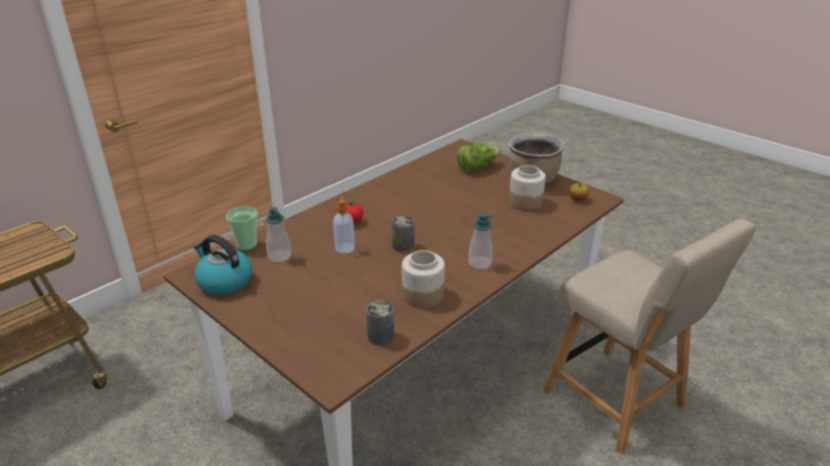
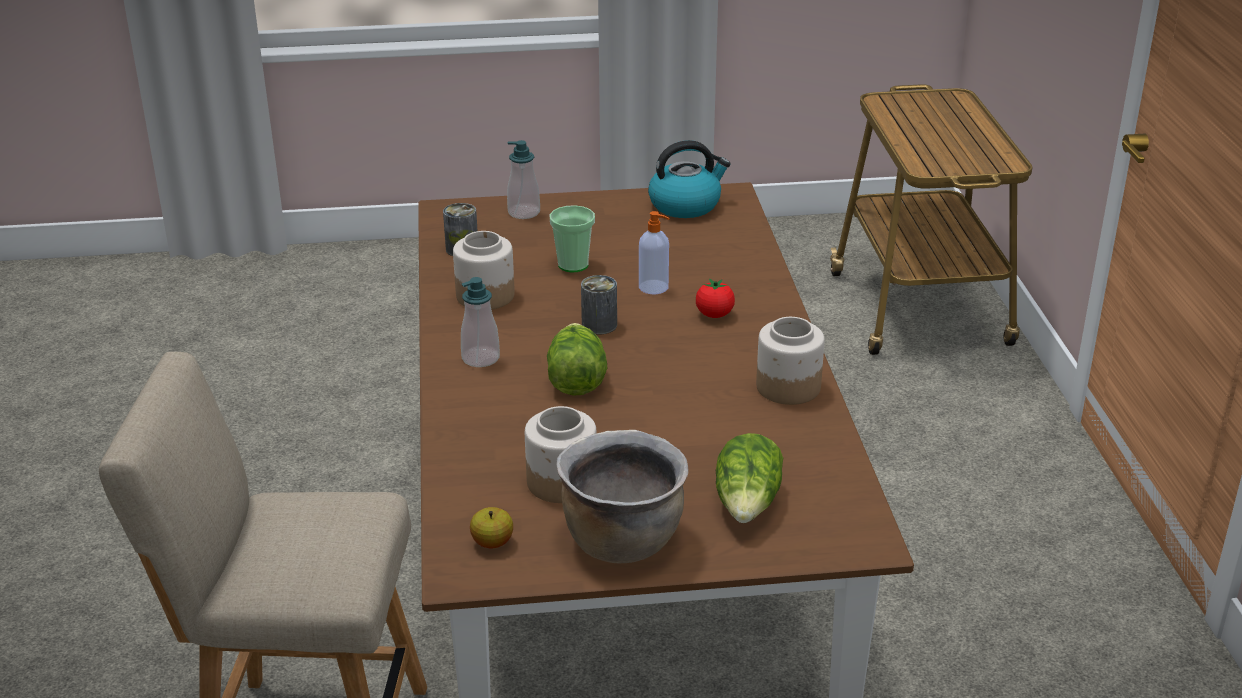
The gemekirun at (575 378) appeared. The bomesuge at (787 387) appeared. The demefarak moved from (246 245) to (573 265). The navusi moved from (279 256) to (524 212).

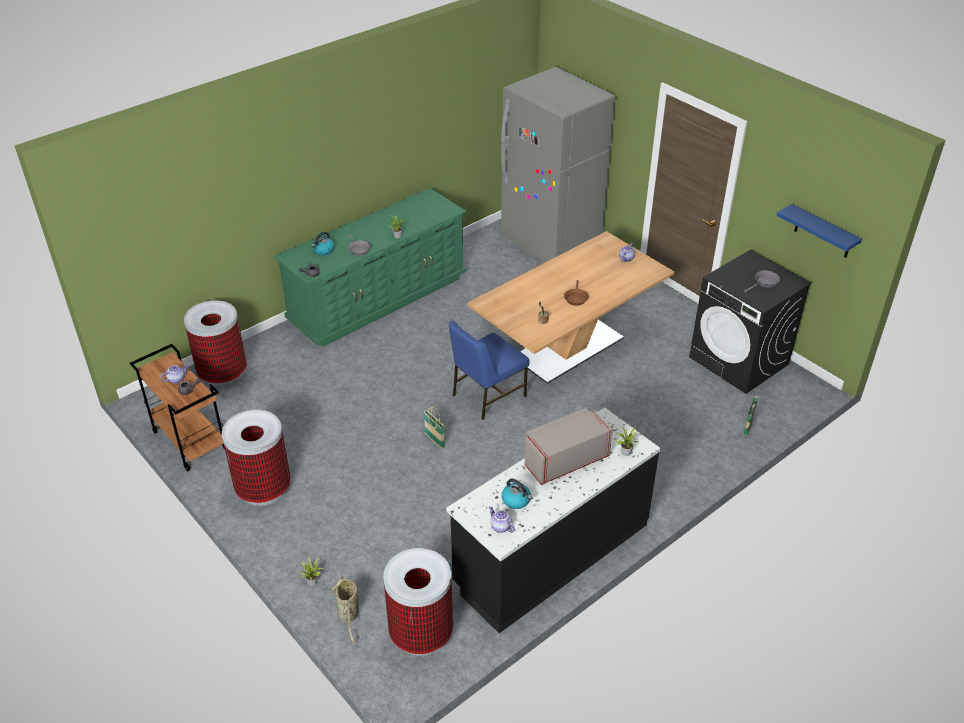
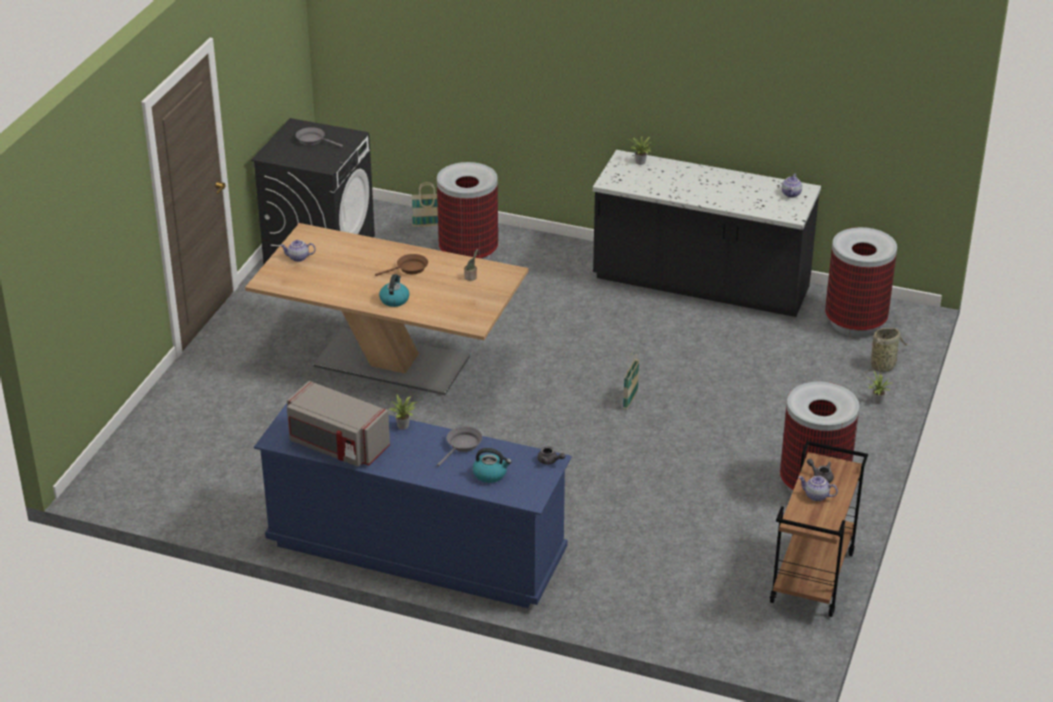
The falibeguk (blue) at (487 395) disappeared. The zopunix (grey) at (550 243) disappeared. The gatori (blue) at (823 232) disappeared. The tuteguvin moved from (223 374) to (468 253). The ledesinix moved from (516 500) to (394 299). The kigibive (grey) moved from (564 459) to (337 445). The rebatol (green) at (378 299) became the rebatol (blue) at (416 549).

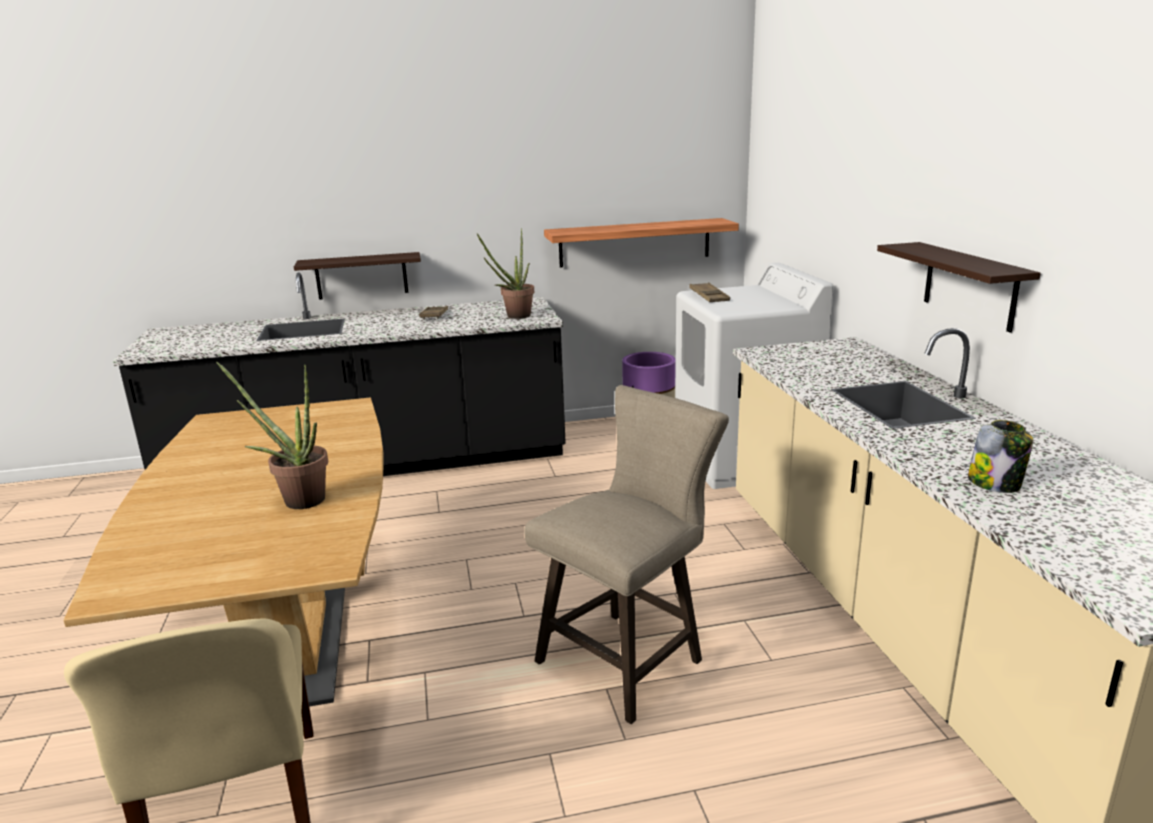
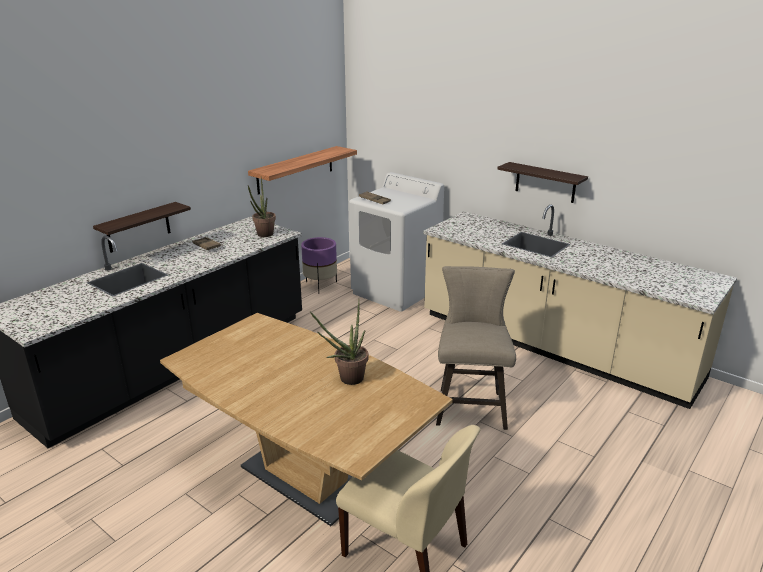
The bomesuge at (995 483) disappeared.

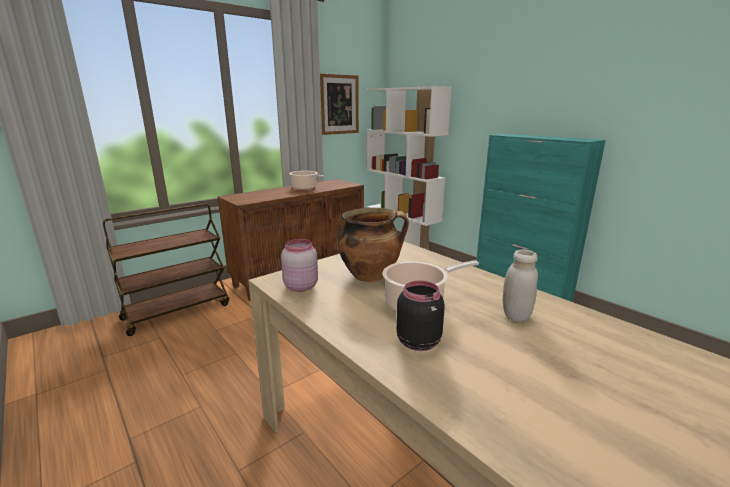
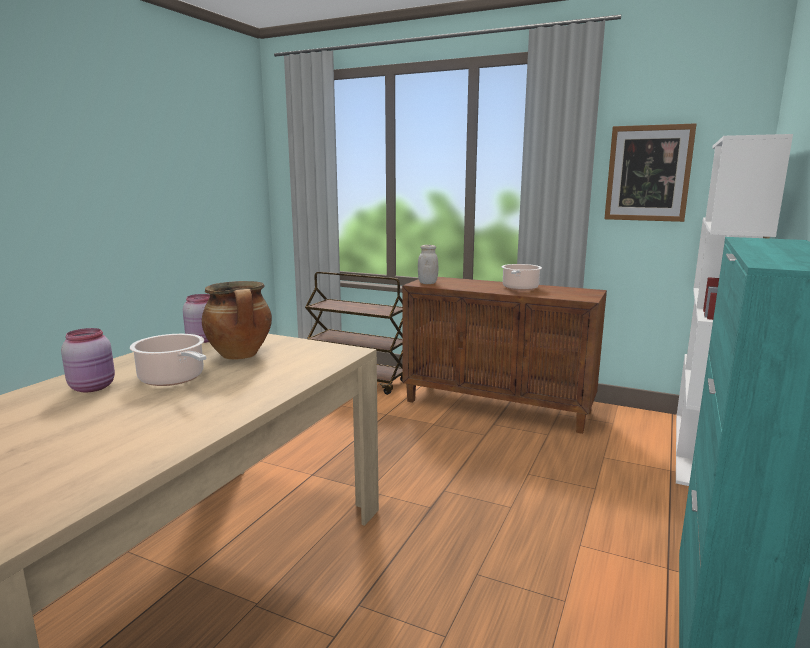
The bomesuge (white) moved from (516 315) to (427 283). The bomesuge (black) at (418 341) became the bomesuge (pink) at (94 387).

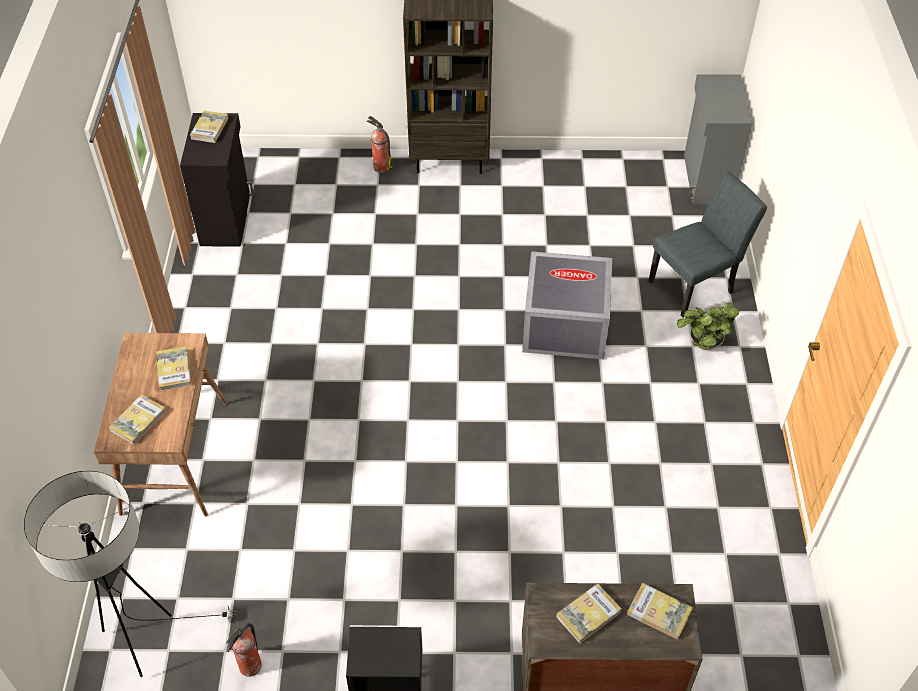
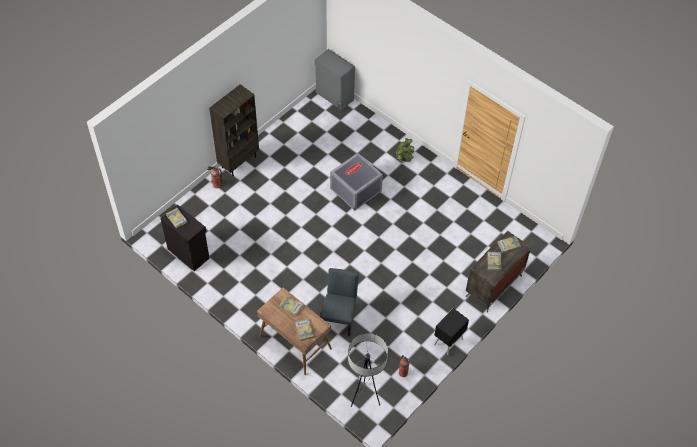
The falibeguk (grey) moved from (696 285) to (339 317).

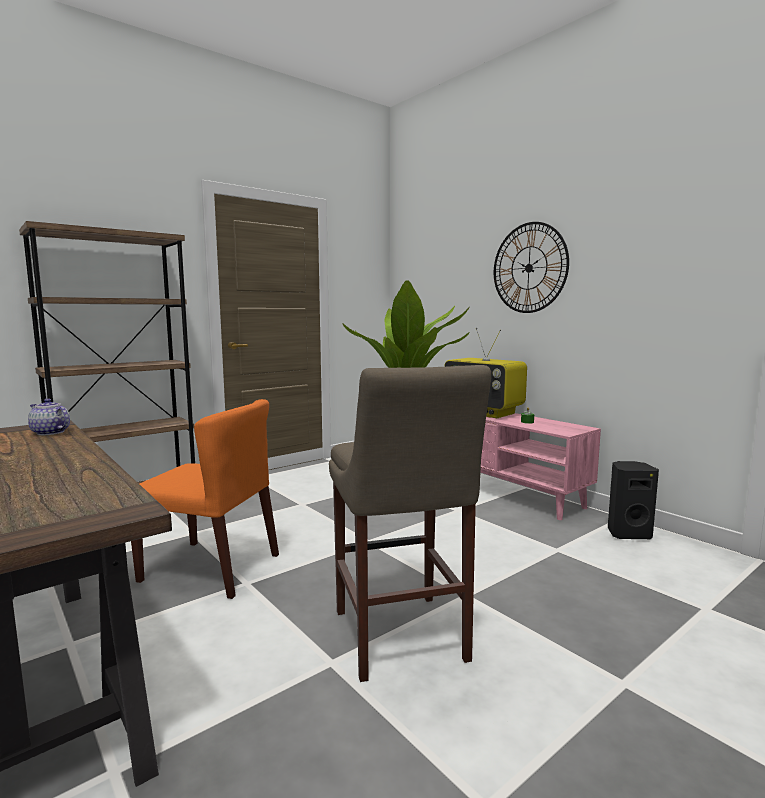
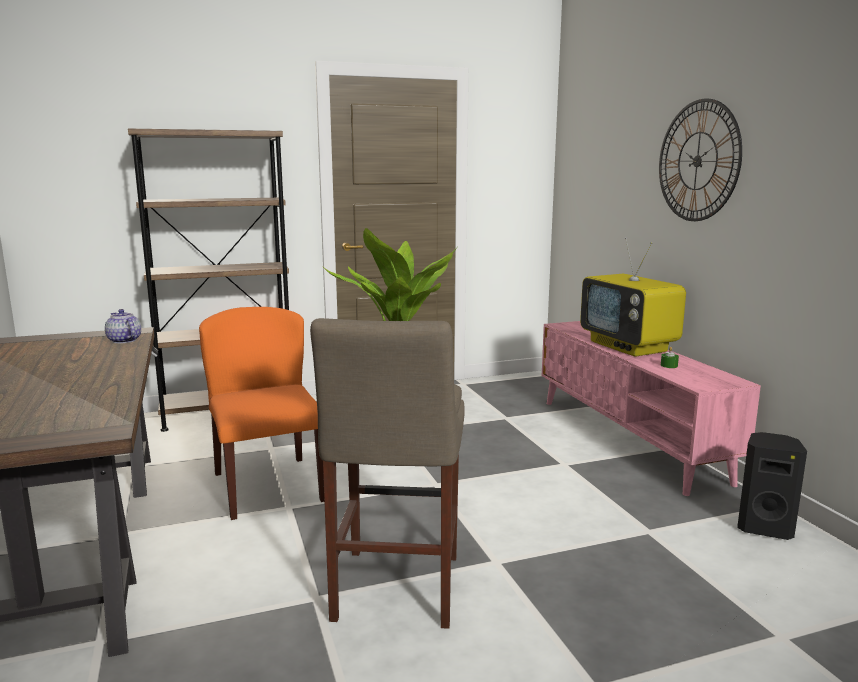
The falibeguk (orange) at (212 567) turned 150 degrees counterclockwise.

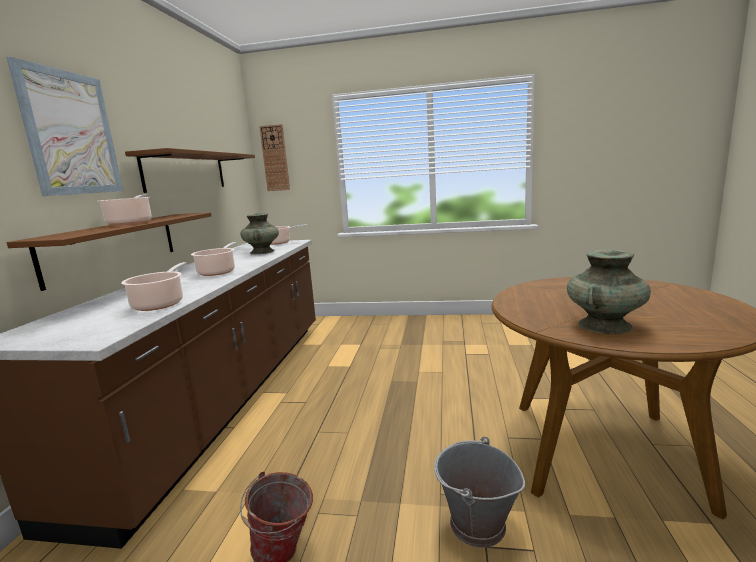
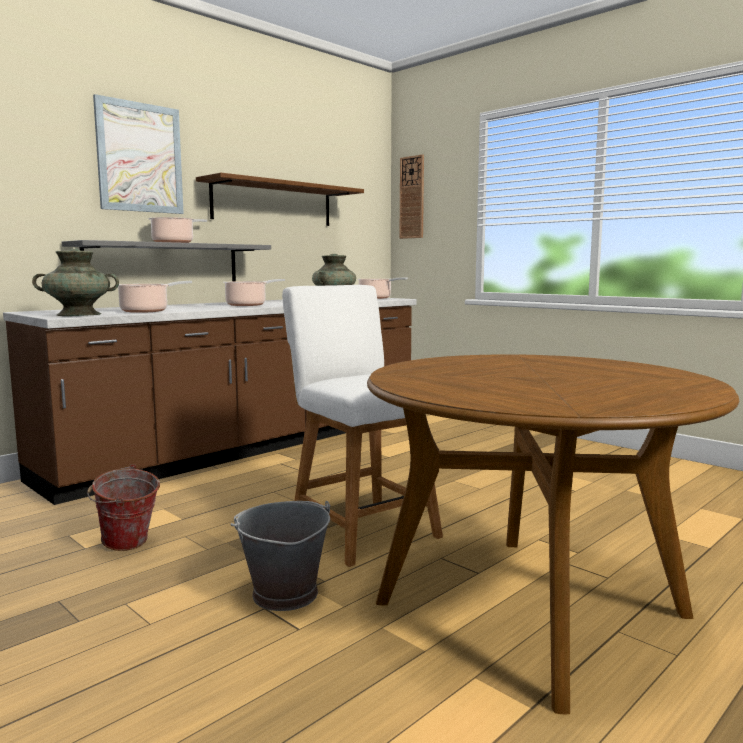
The falibeguk (white) at (360 529) appeared. The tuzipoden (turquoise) moved from (604 325) to (78 314). The gatori (brown) at (114 246) became the gatori (grey) at (164 264).

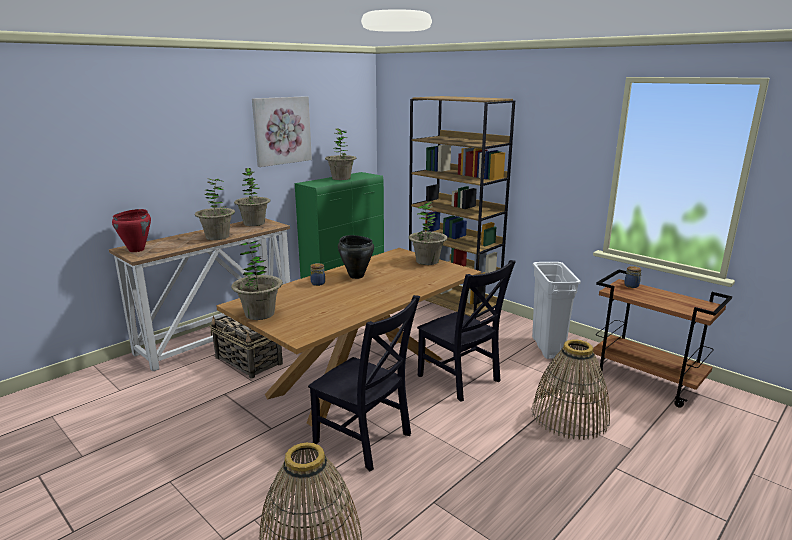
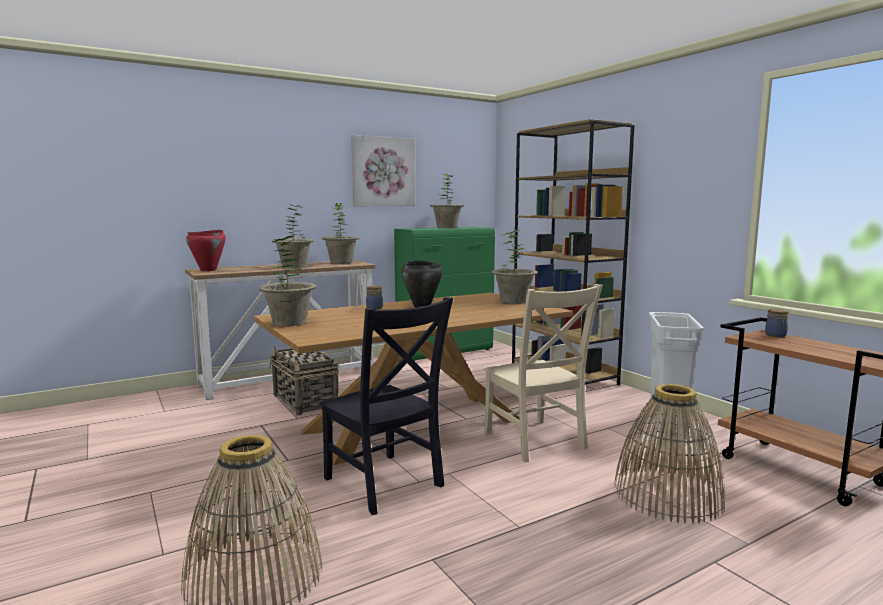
The falibeguk (black) at (460 380) became the falibeguk (beige) at (535 442).

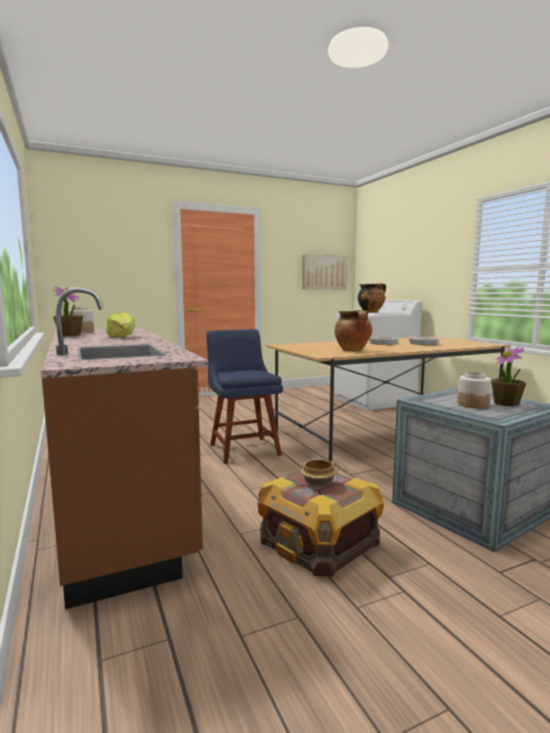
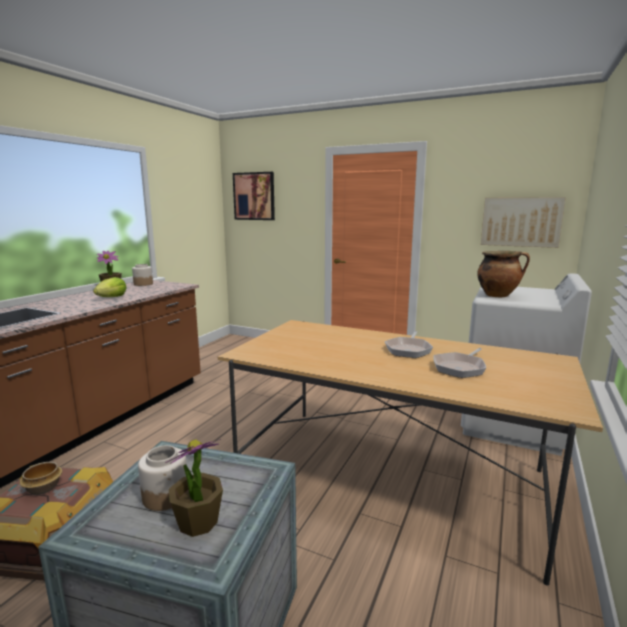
The falibeguk (blue) at (243 448) disappeared. The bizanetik at (353 350) disappeared. The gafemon at (254 196) appeared.

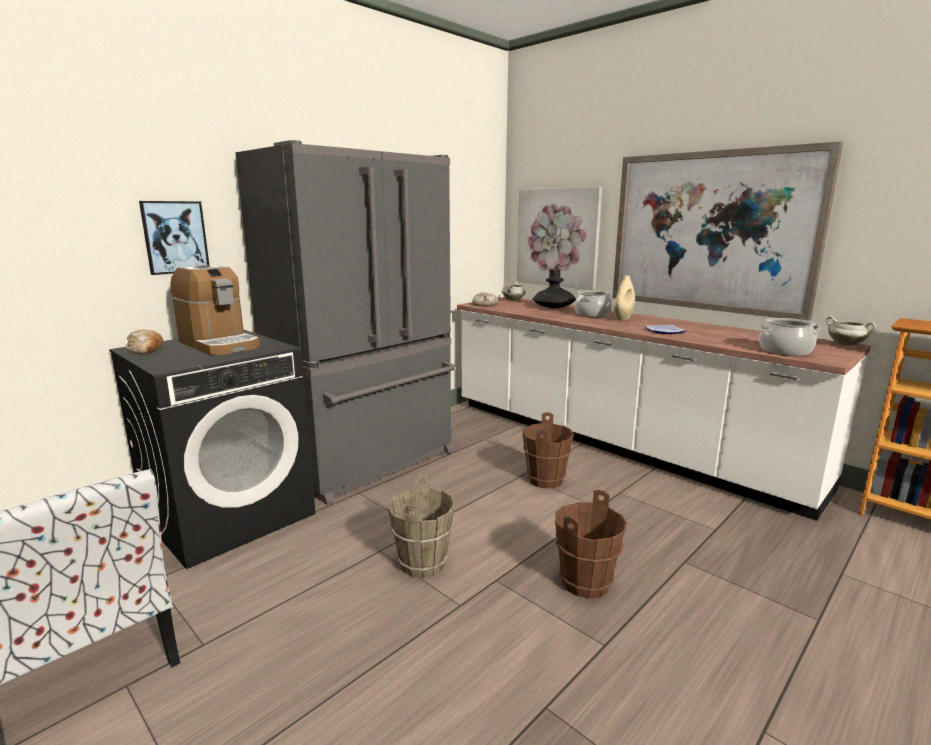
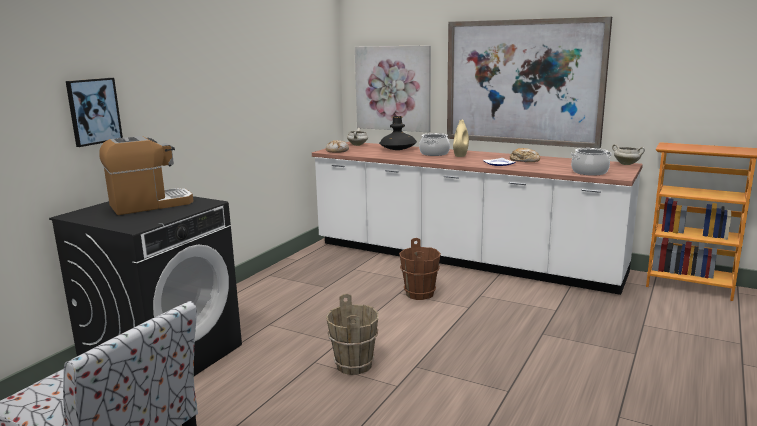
The zopunix (grey) at (369 462) disappeared. The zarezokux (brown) at (586 583) disappeared. The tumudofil moved from (145 350) to (524 160). The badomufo at (219 344) turned 60 degrees counterclockwise.

